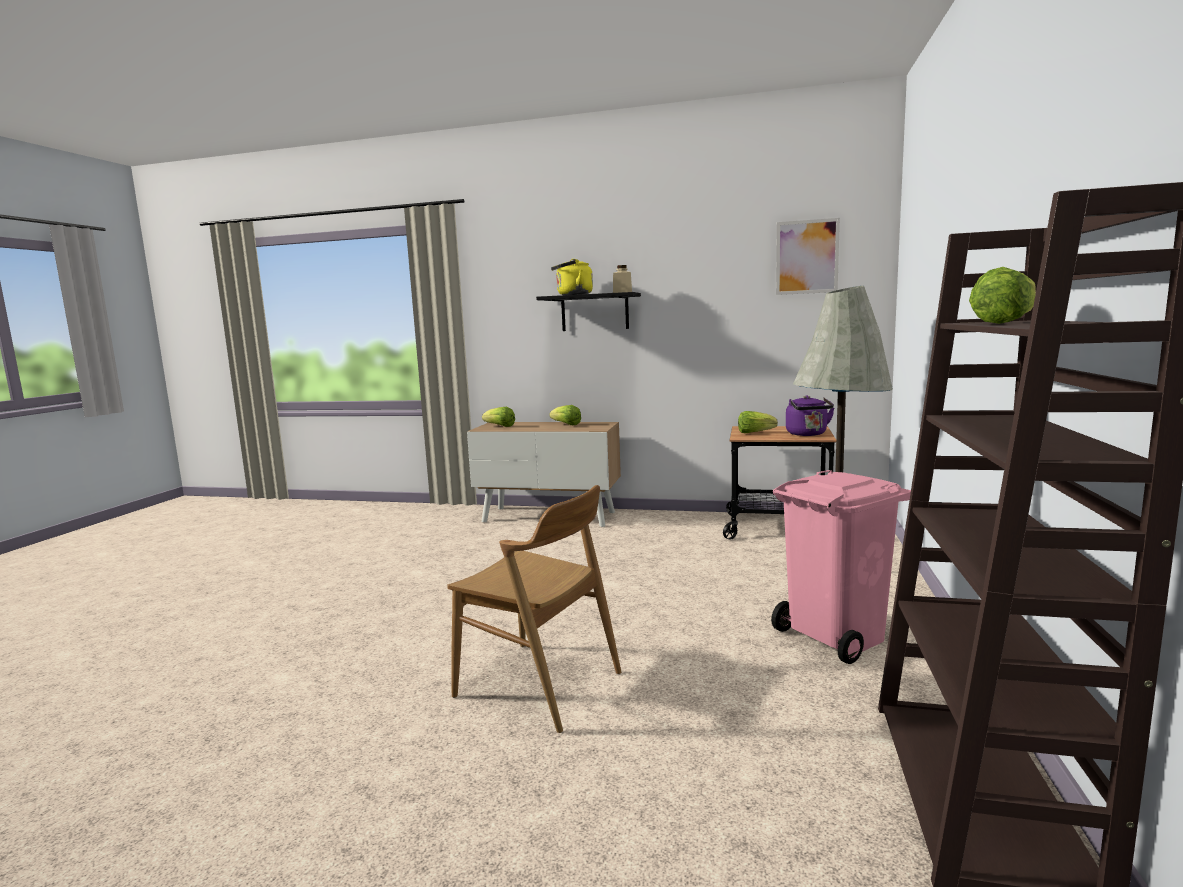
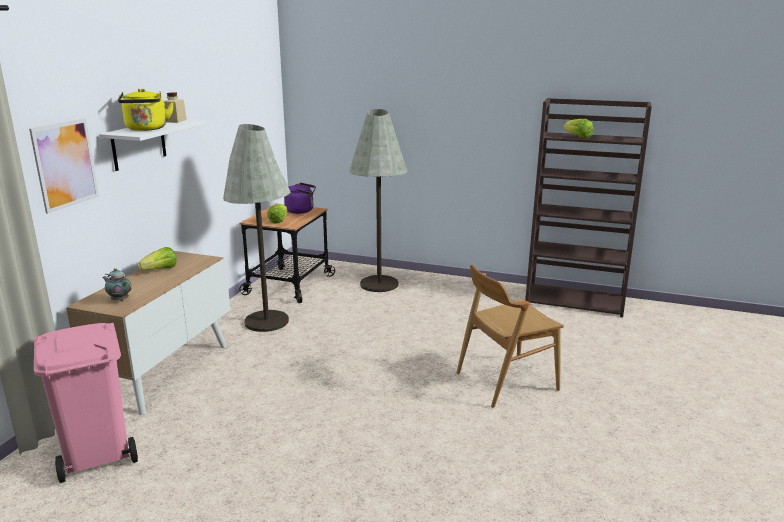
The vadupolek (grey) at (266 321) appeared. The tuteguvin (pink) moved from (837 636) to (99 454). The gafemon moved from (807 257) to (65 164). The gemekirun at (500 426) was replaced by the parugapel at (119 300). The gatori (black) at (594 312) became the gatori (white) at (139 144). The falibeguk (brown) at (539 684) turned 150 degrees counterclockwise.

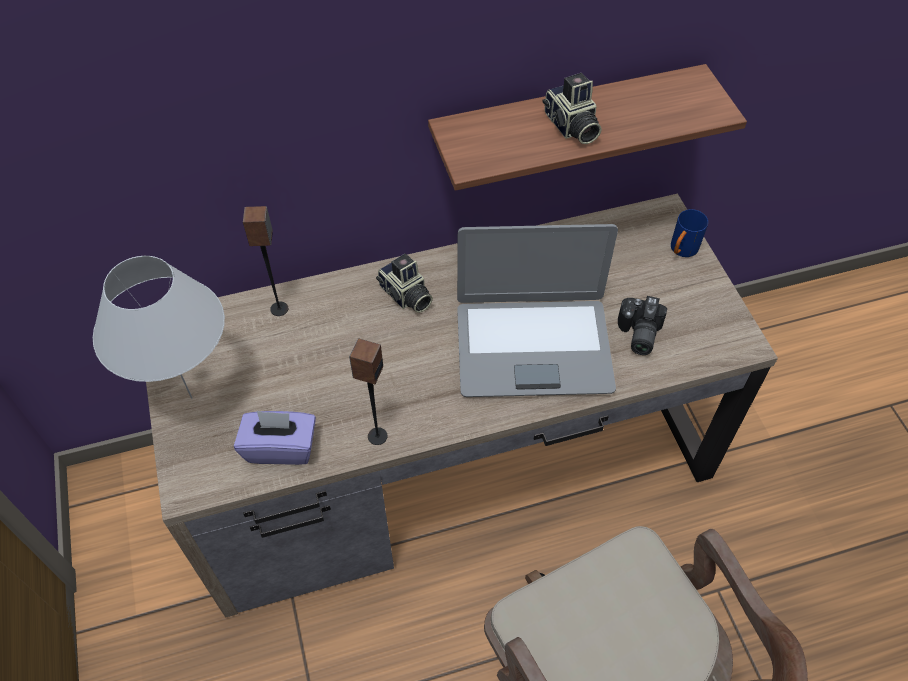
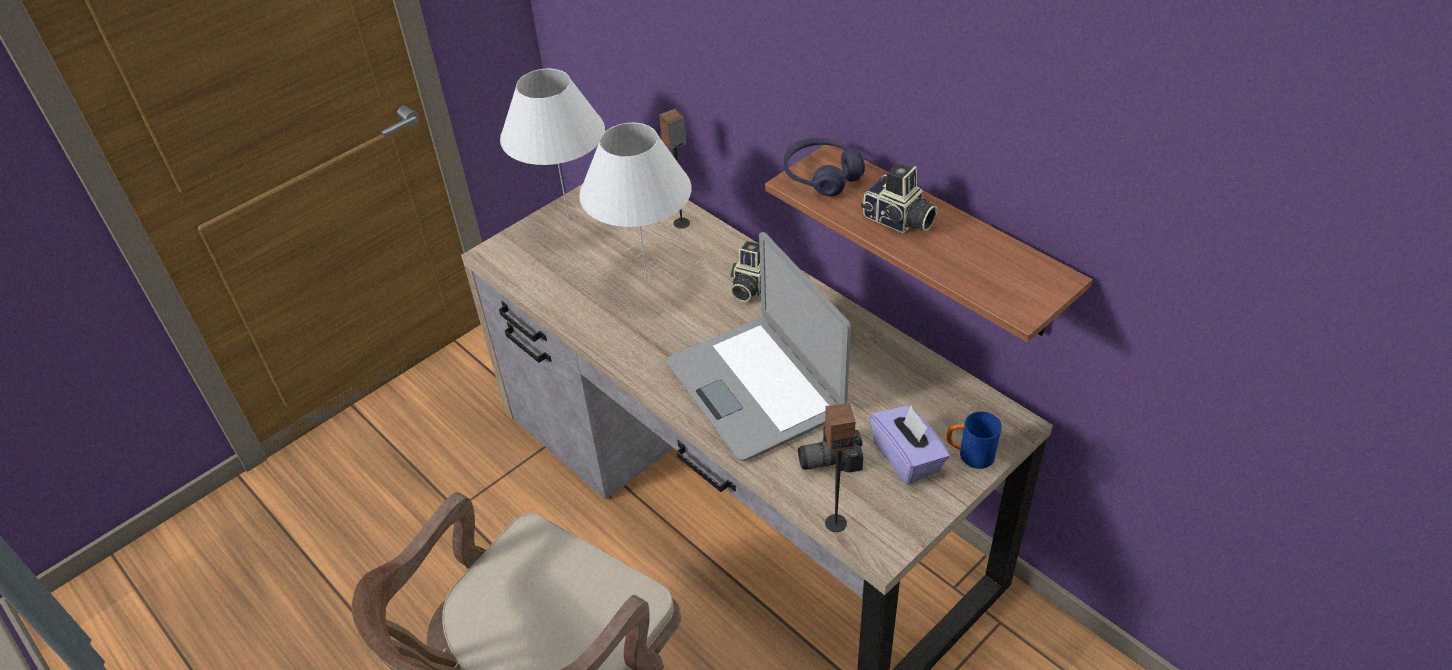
The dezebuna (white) at (647 278) appeared. The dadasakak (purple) at (821 176) appeared. The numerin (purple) moved from (281 447) to (907 457). The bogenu moved from (377 436) to (835 523). The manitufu at (571 127) turned 90 degrees counterclockwise.

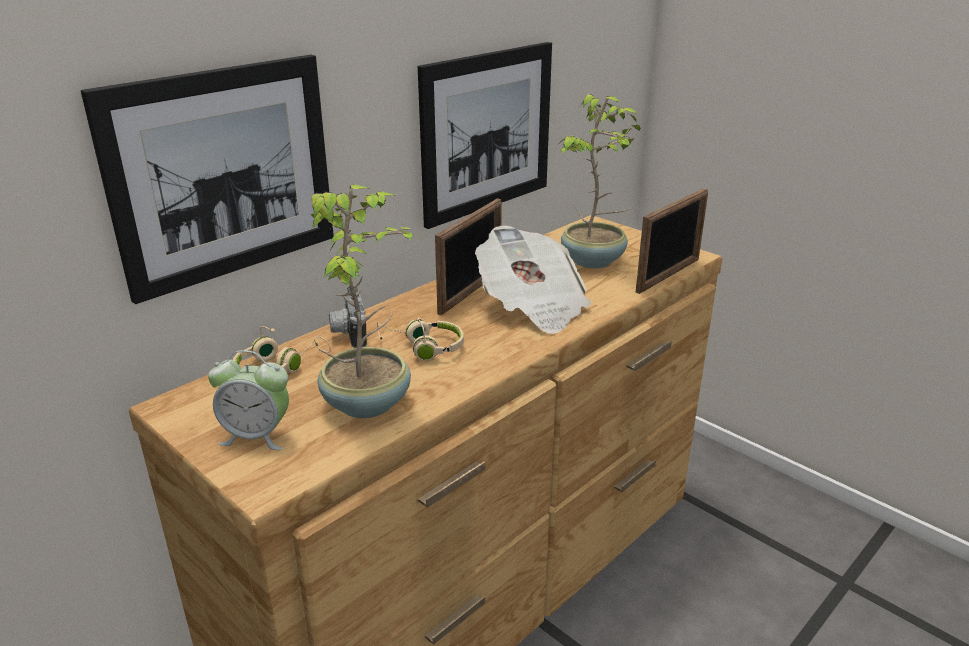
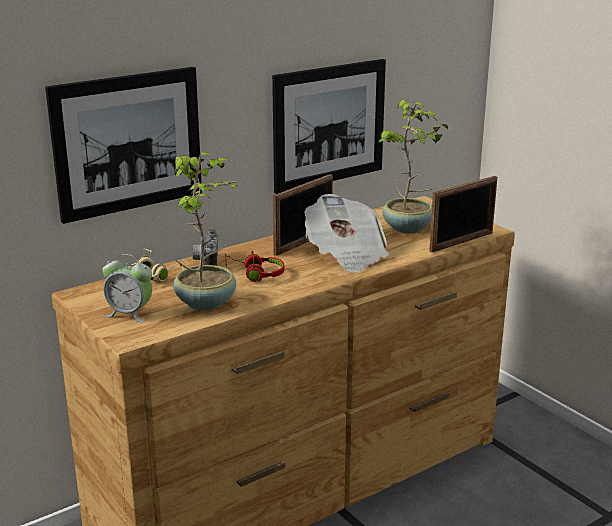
The dadasakak (beige) at (422 348) became the dadasakak (red) at (255 274).

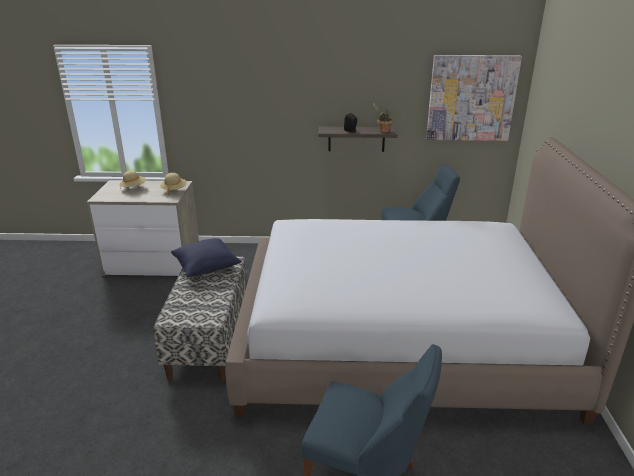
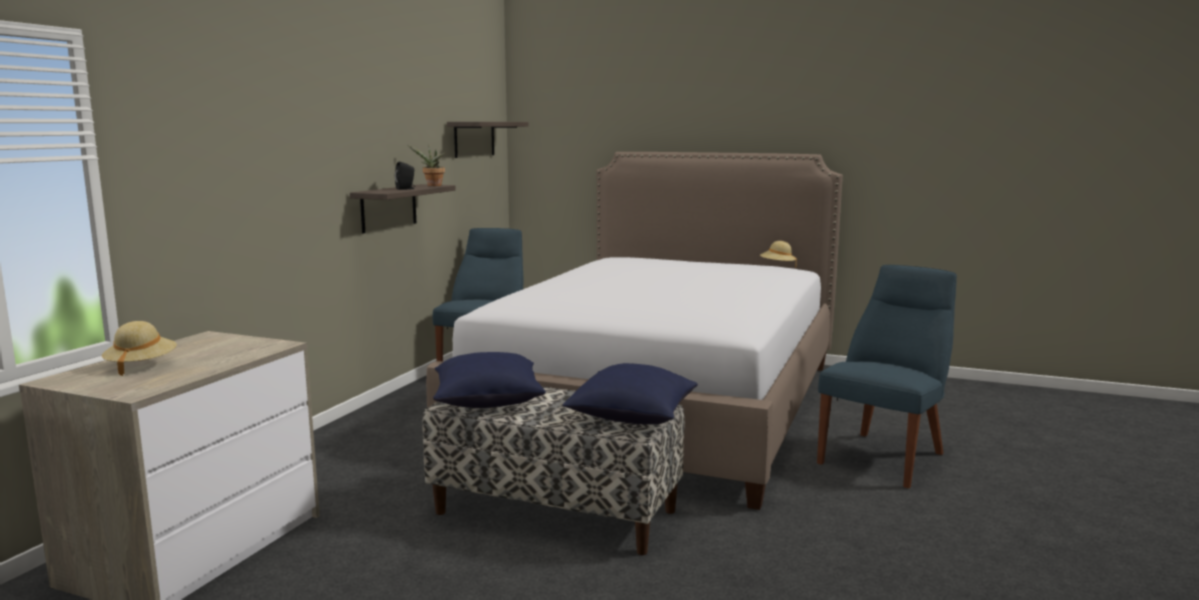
The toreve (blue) at (631 417) appeared. The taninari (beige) moved from (174 190) to (777 266). The gafemon at (471 98) was replaced by the gatori at (474 139).

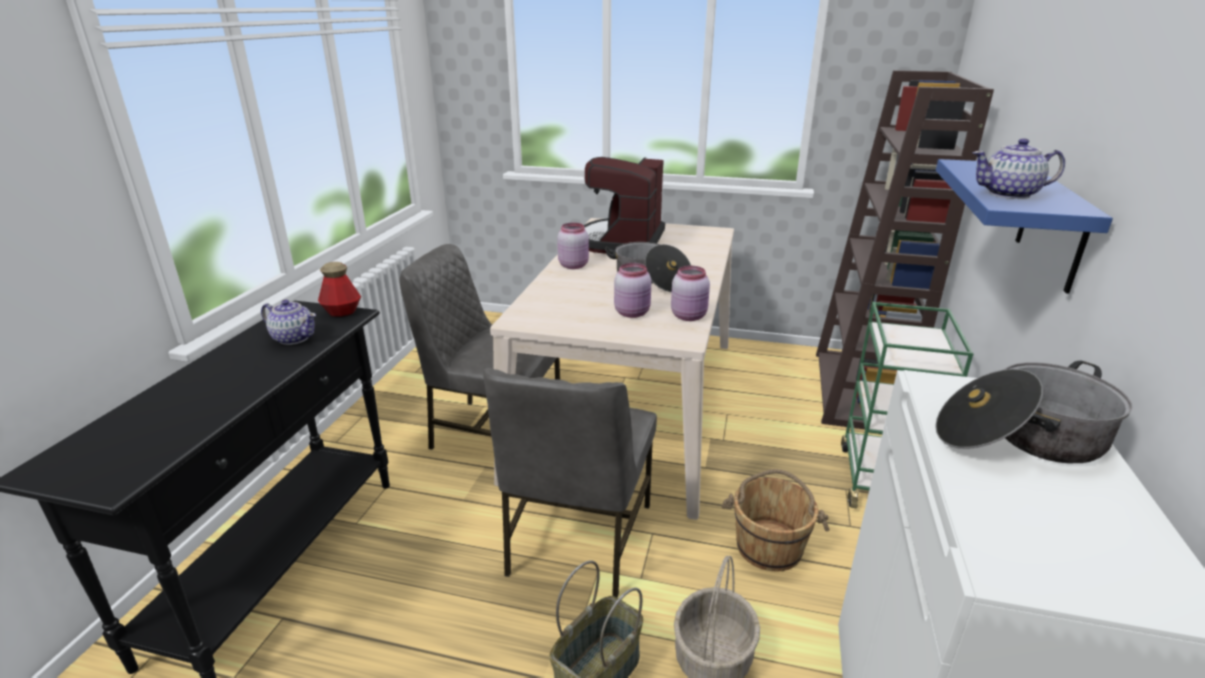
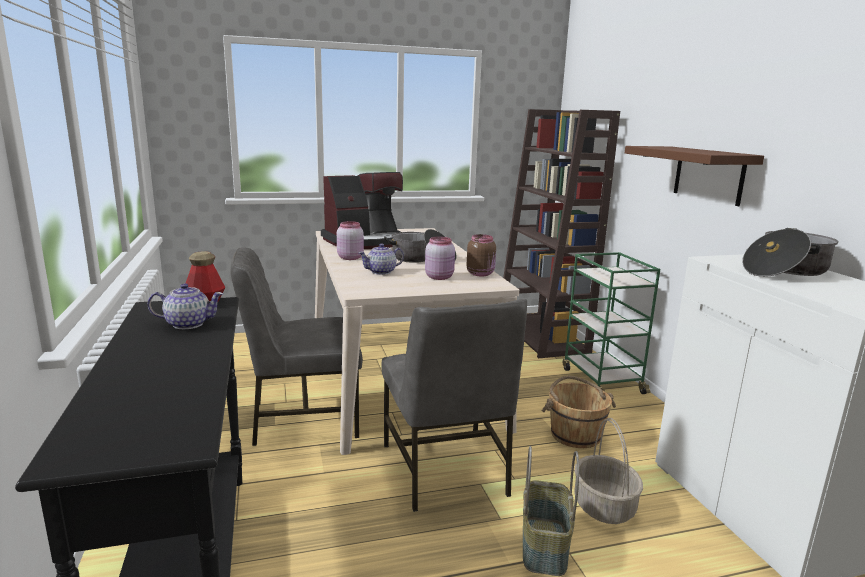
The parugapel moved from (1009 194) to (382 272). The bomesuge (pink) at (690 316) became the bomesuge (brown) at (481 274). The gatori (blue) at (1053 226) became the gatori (brown) at (708 175). The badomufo at (621 242) turned 105 degrees counterclockwise.

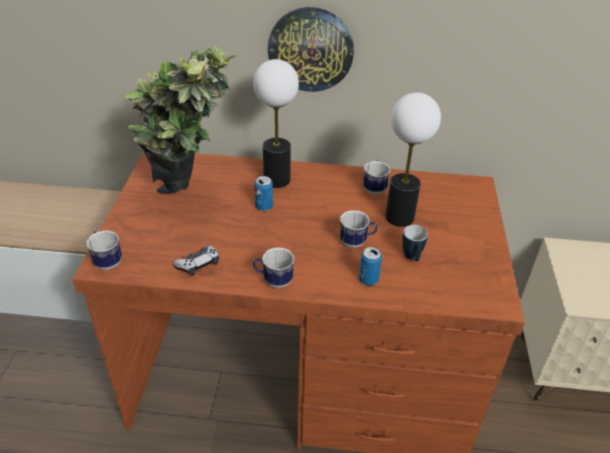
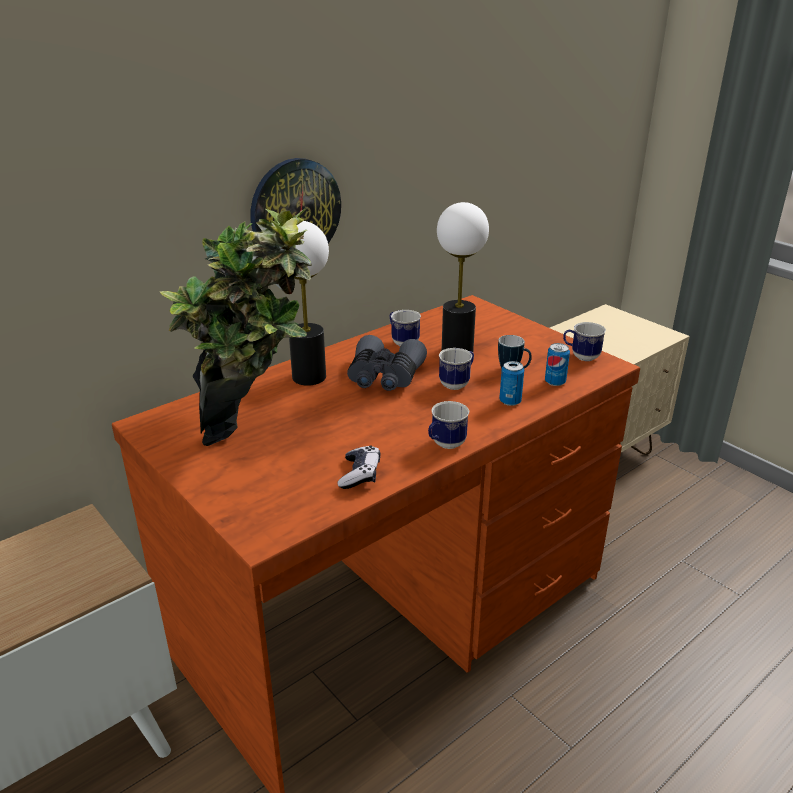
The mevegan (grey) at (384 377) appeared. The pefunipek moved from (106 261) to (581 356). The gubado moved from (264 206) to (555 382).

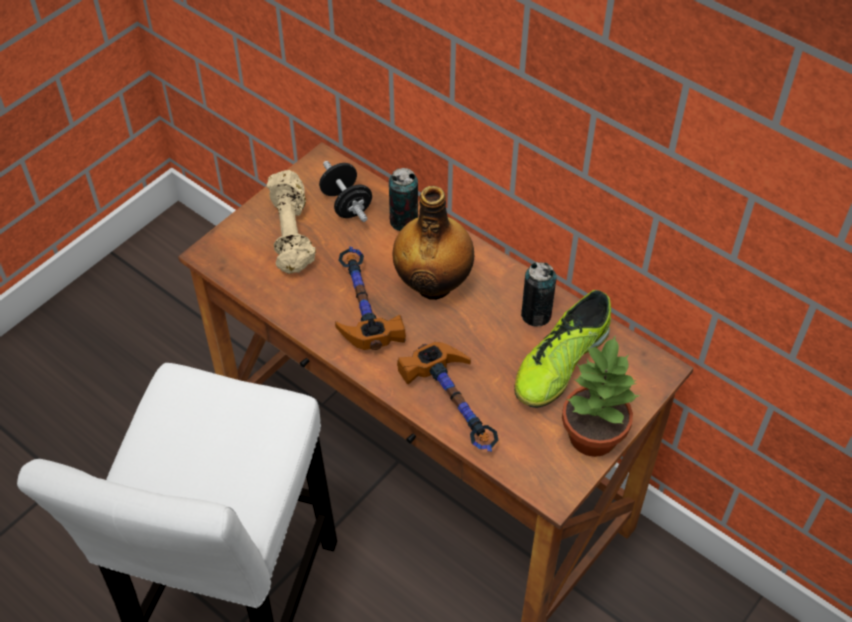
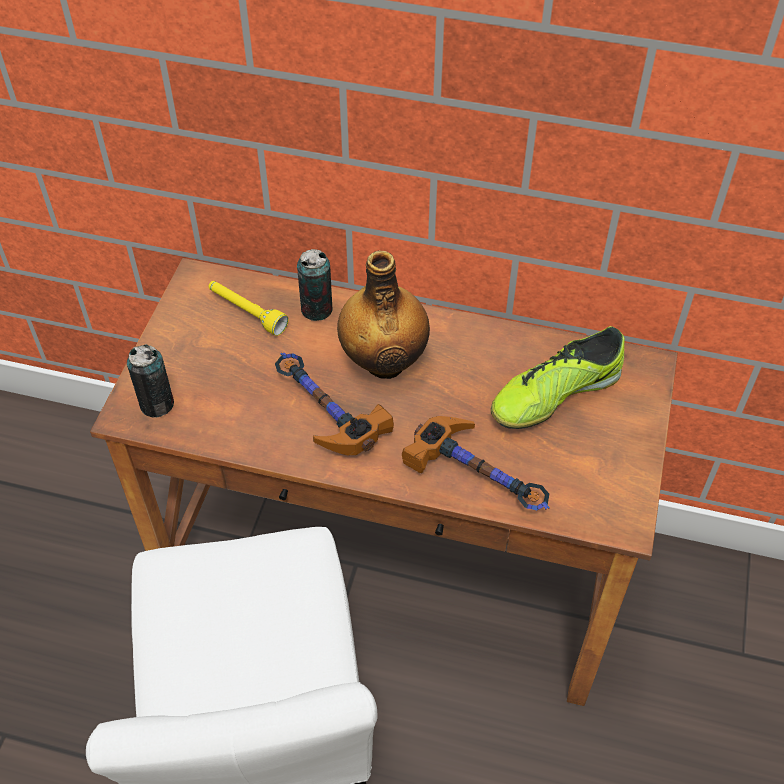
The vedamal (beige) at (293 234) disappeared. The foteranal at (592 434) disappeared. The gubado moved from (536 315) to (157 404). The vedamal (black) at (346 204) was replaced by the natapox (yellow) at (246 312). The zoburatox at (560 363) turned 45 degrees clockwise.

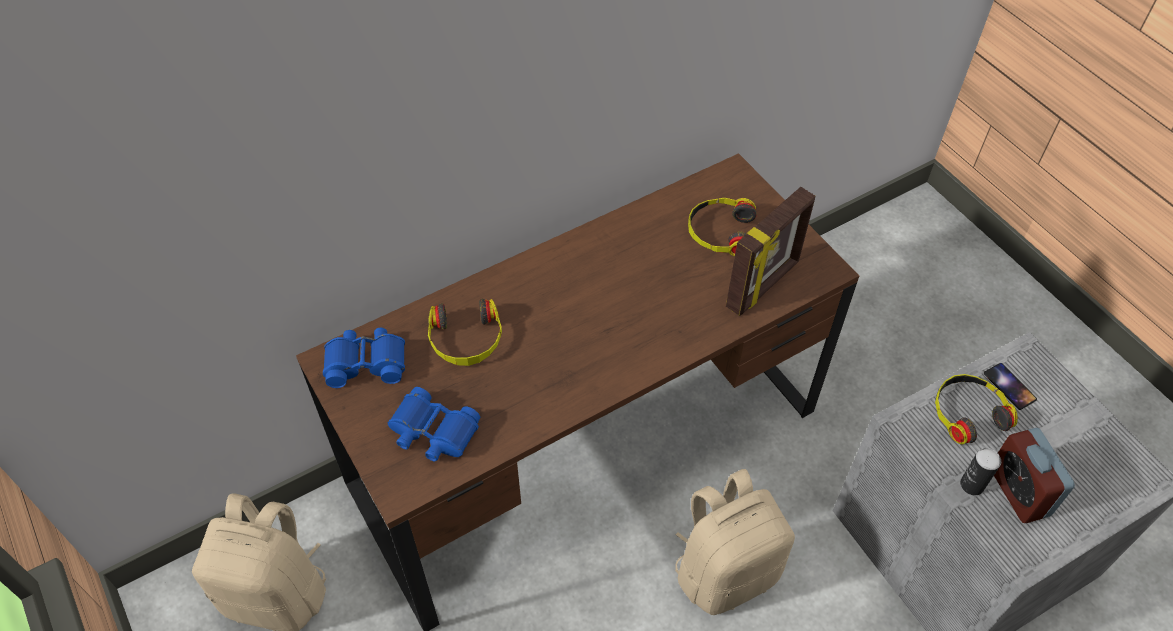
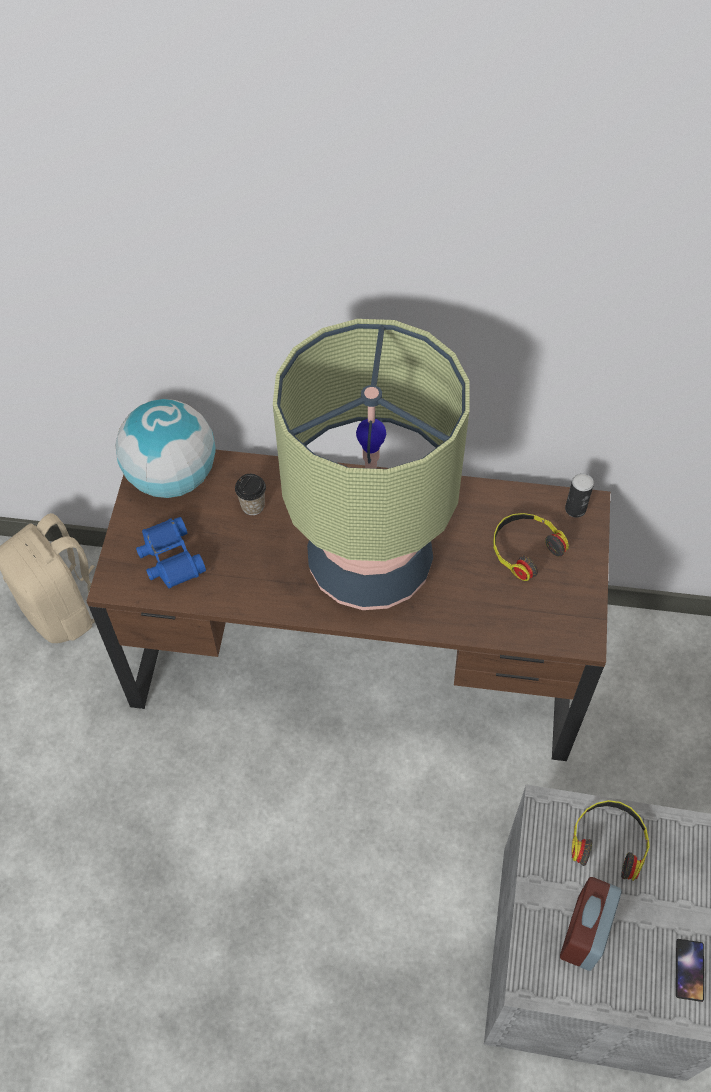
The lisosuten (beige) at (725 571) disappeared. The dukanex at (764 285) disappeared. The dezebuna at (370 563) appeared. The gubado moved from (972 485) to (575 509). The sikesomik moved from (1009 386) to (689 970). The mevegan (blue) at (366 362) was replaced by the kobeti at (172 477). The dadasakak at (466 339) was replaced by the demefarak at (253 506).

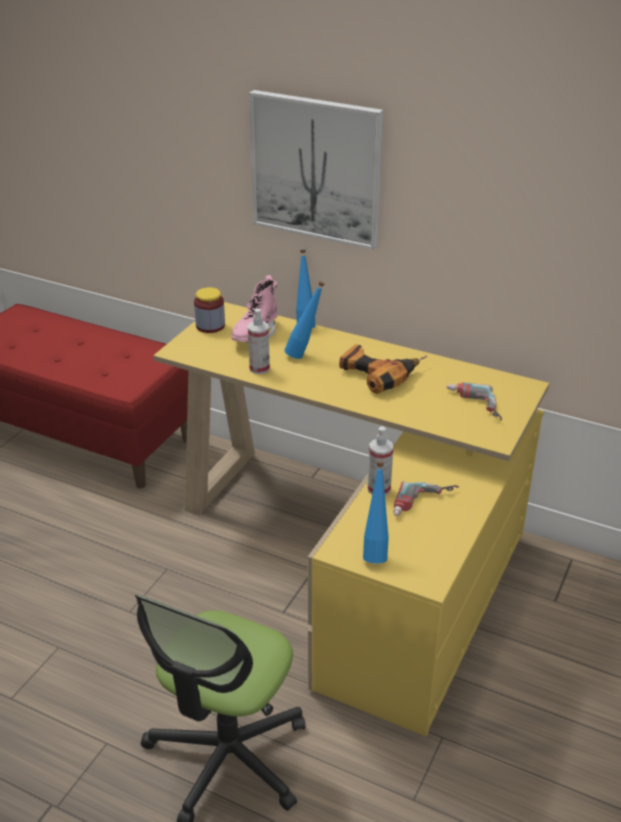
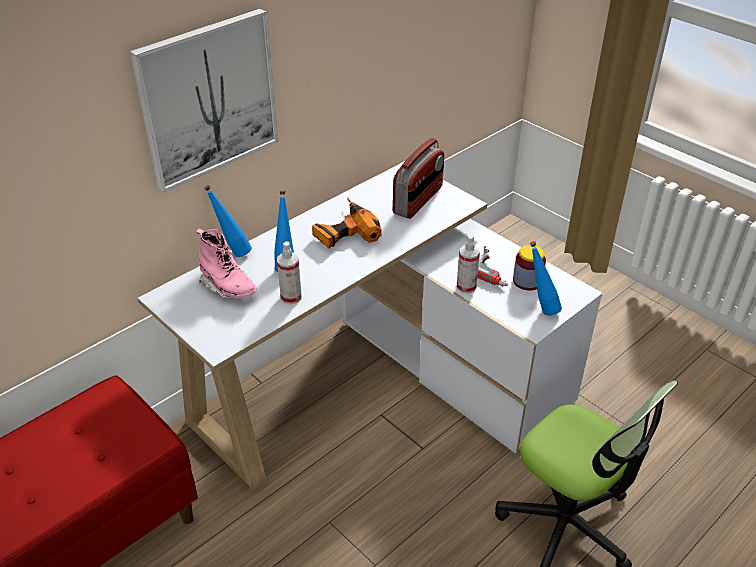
The bomesuge moved from (210 326) to (527 281). The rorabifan at (473 406) was replaced by the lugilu at (418 200). The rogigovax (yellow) at (358 555) became the rogigovax (white) at (378 381).

